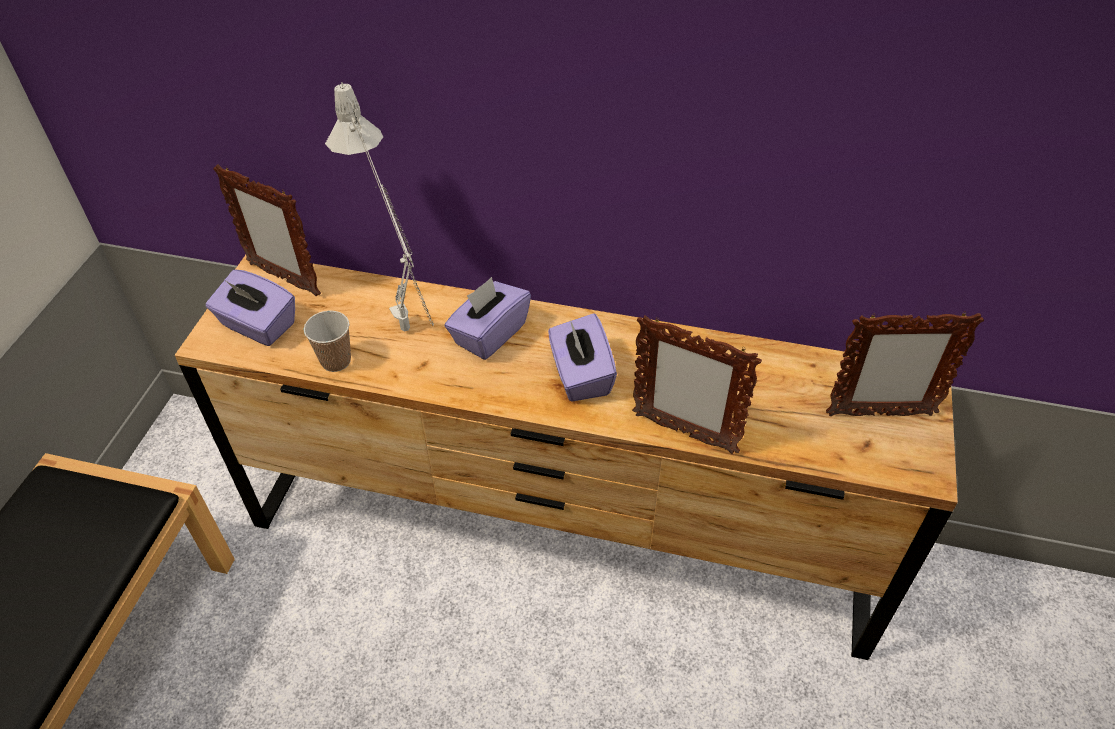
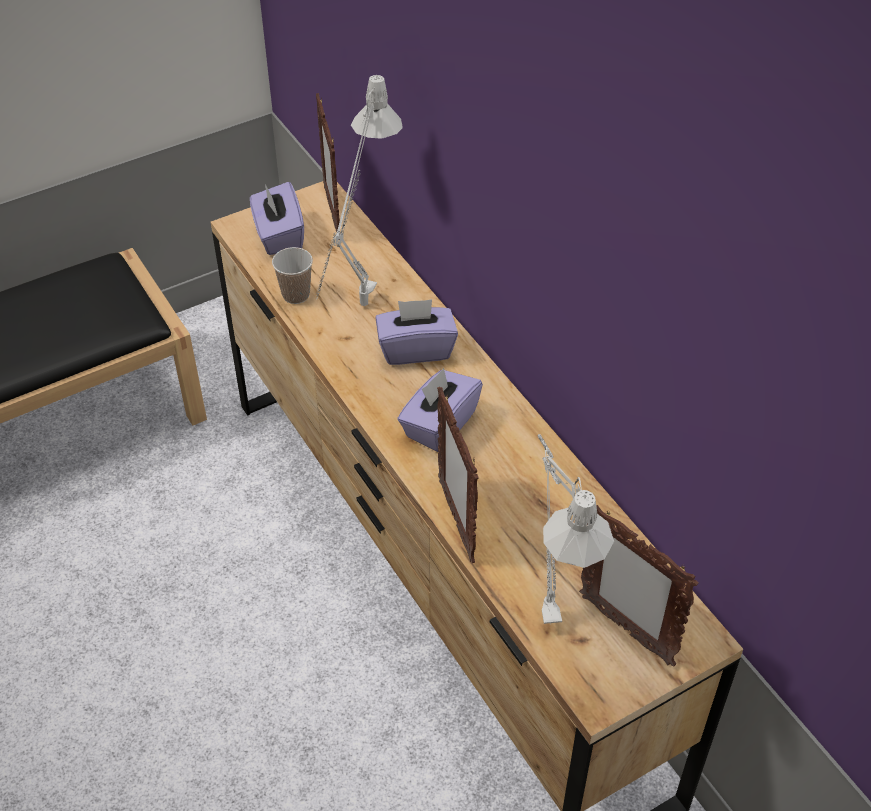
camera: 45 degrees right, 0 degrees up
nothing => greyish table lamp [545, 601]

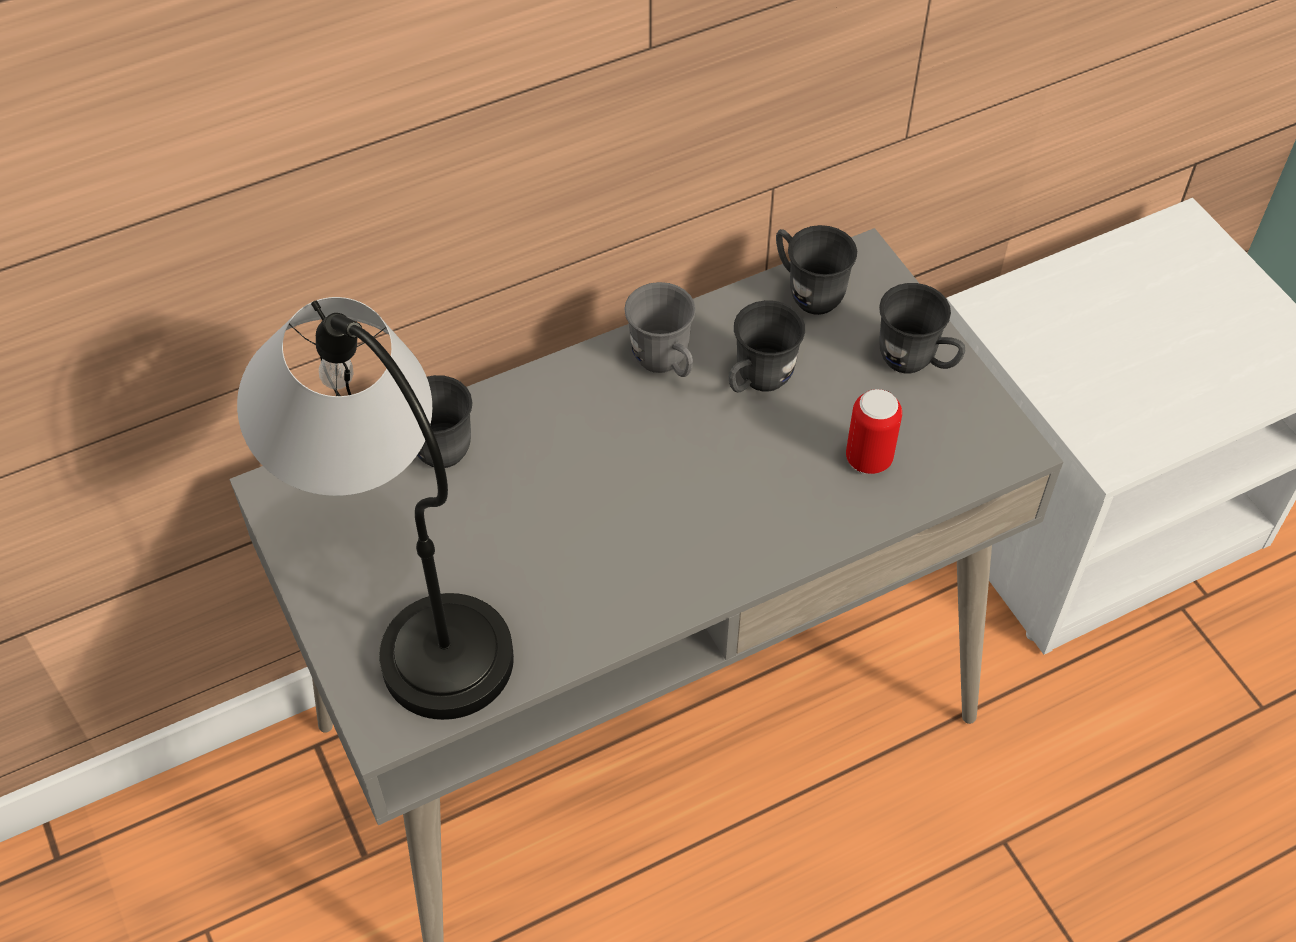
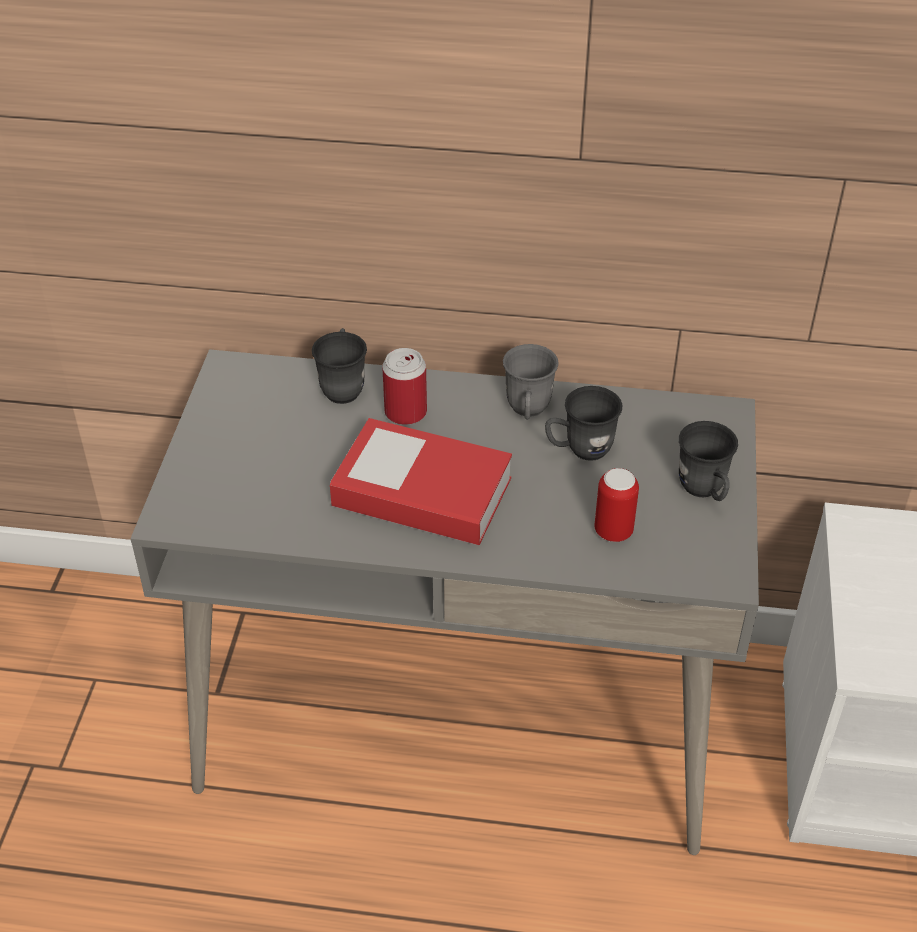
camera: 35 degrees right, 10 degrees down
table lamp [404, 594] => nothing
greyish coffee mug [807, 292] => nothing
nothing => volume [422, 493]
nothing => can [405, 412]

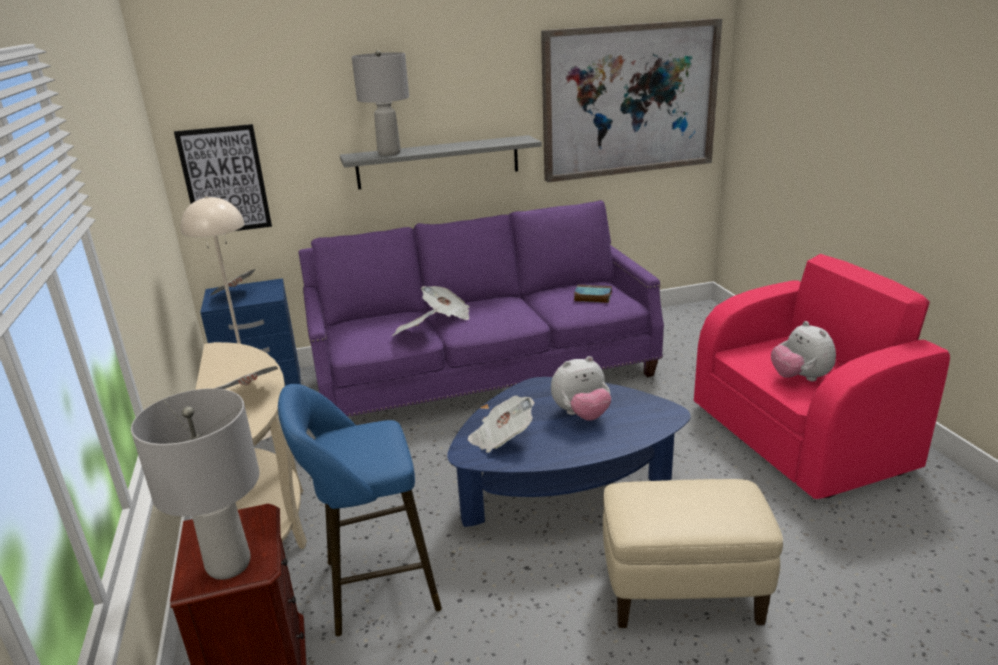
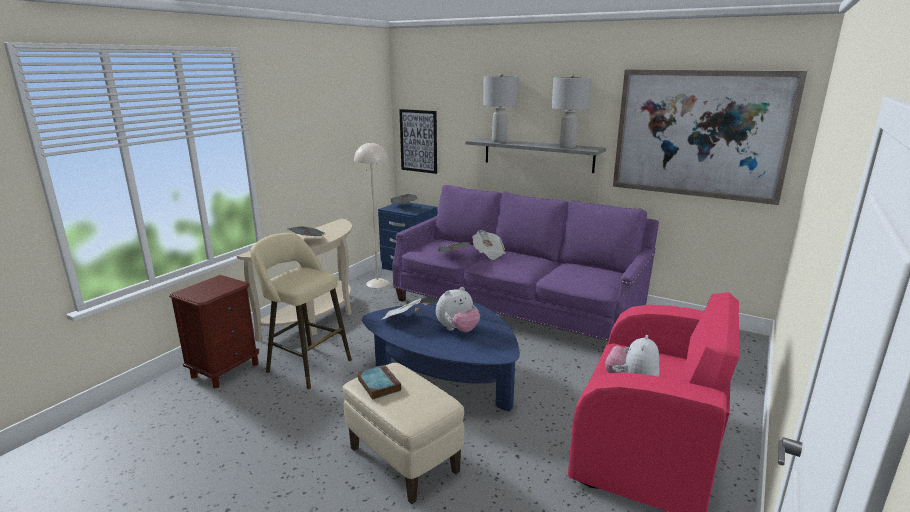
camera: 45 degrees right, 5 degrees down
greyish table lamp [229, 564] => greyish table lamp [567, 147], moved
volume [591, 297] => volume [378, 384], moved
blue sitting stool [373, 587] => beige sitting stool [305, 364]
cuddly toy [581, 415] => cuddly toy [458, 330], 60 degrees counterclockwise

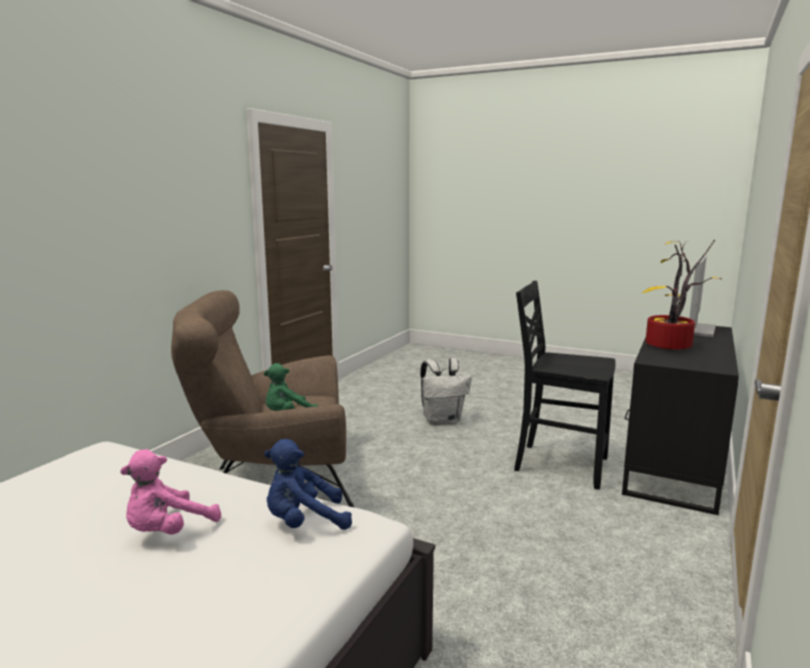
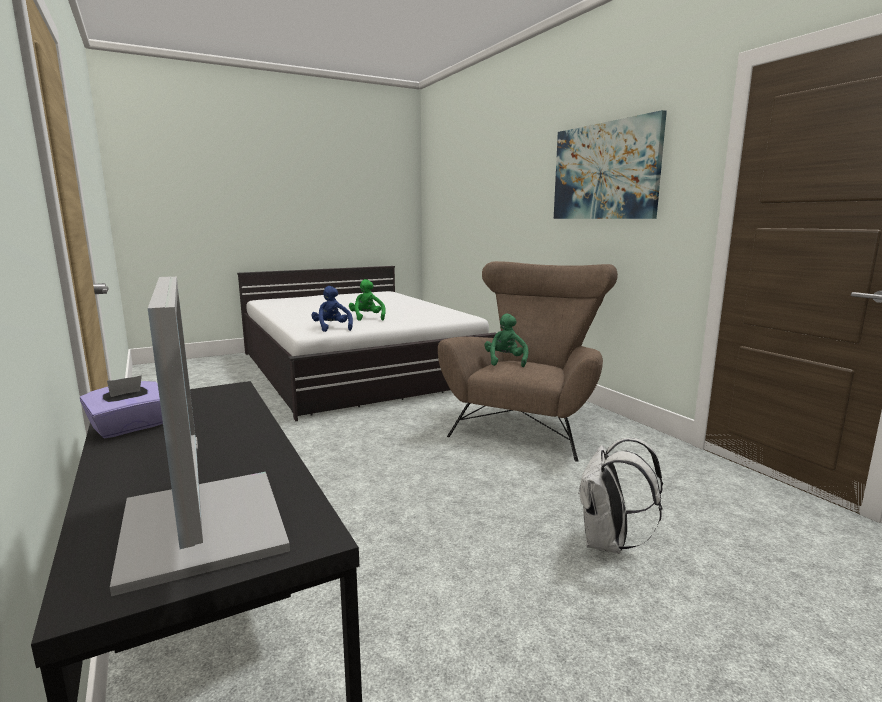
camera: 125 degrees right, 0 degrees up
black upright chair [559, 464] => nothing
plant in a pot [670, 347] => nothing
nothing => purplish box of tissues [130, 427]
nothing => wall picture [605, 171]
pink-coloured cuddly toy [168, 531] => greenish cuddly toy [367, 318]
blue cuddly toy [304, 523] => blue cuddly toy [332, 328], 45 degrees counterclockwise

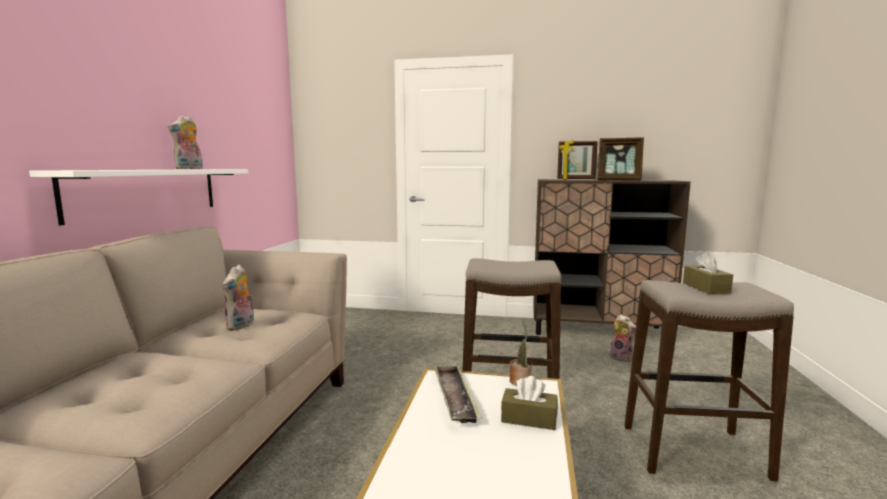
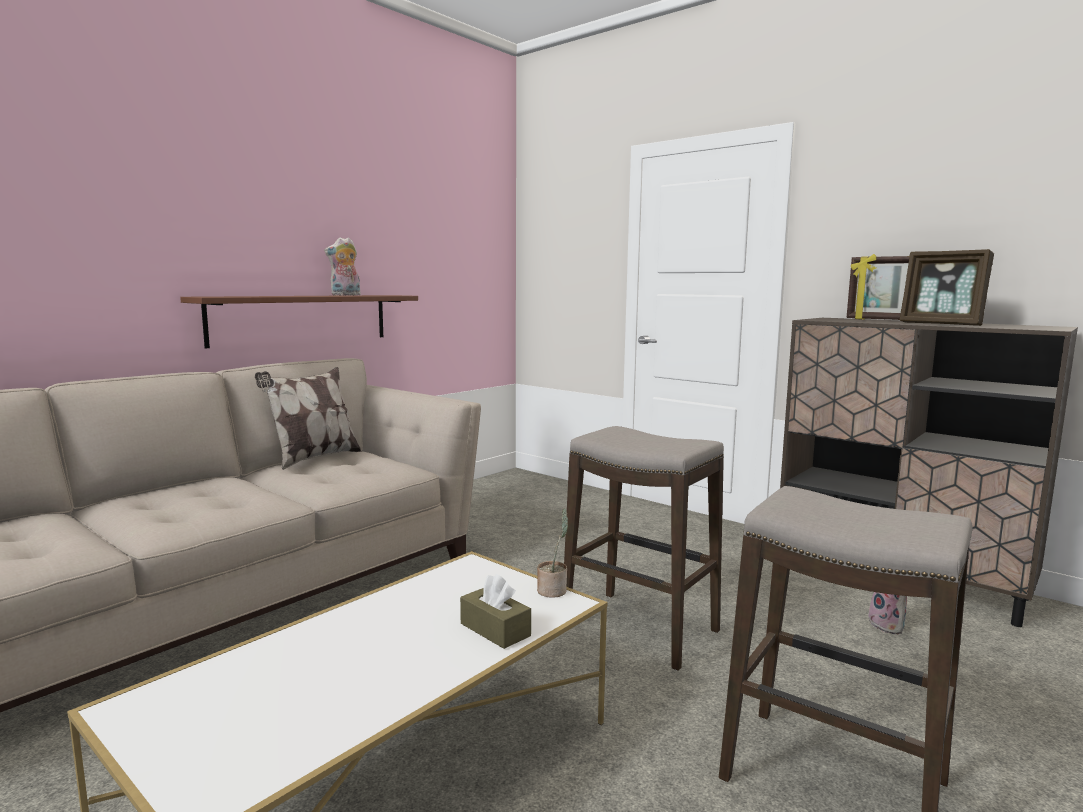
camera: 30 degrees right, 0 degrees up
cuddly toy [241, 326] => nothing
serving tray [454, 397] => nothing
brown-coloured box of tissues [705, 288] => nothing
nothing => throw pillow [313, 458]
white shelf [147, 192] => brown-coloured shelf [301, 319]

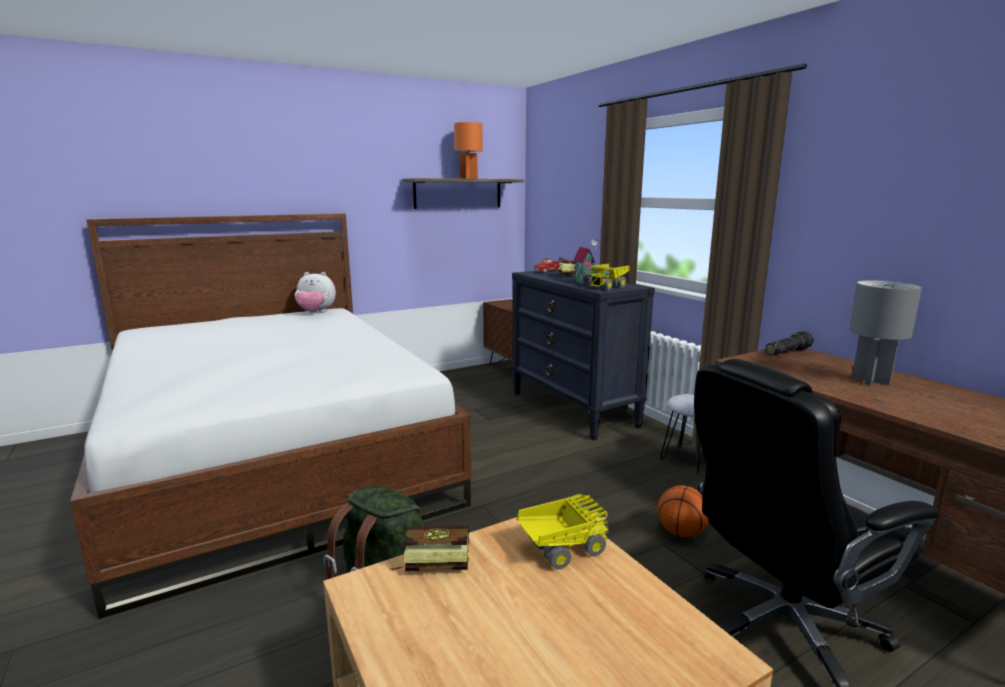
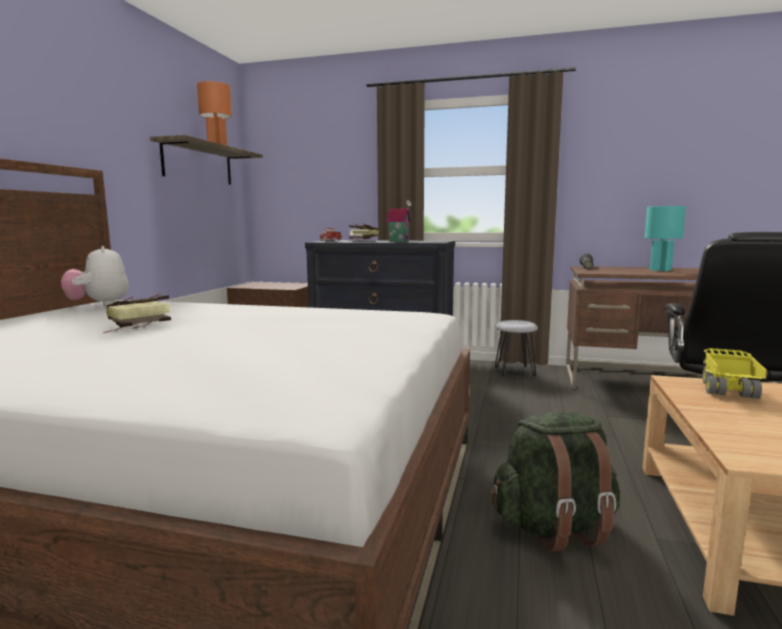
camera: 45 degrees left, 5 degrees down
model truck [607, 287] => nothing
basketball [681, 532] => nothing
volume [430, 562] => volume [134, 327], moved
greyish table lamp [870, 380] => blue-green table lamp [659, 270]
cuddly toy [316, 313] => cuddly toy [99, 305], 105 degrees clockwise

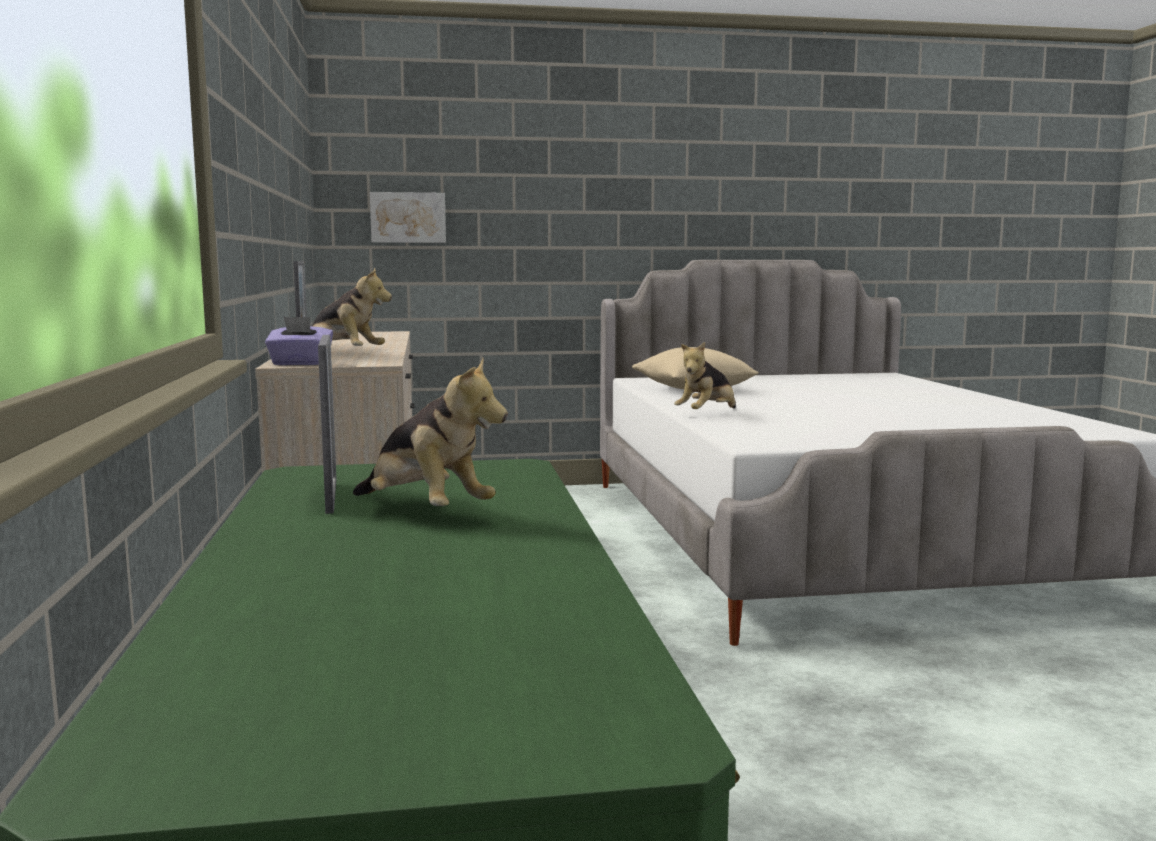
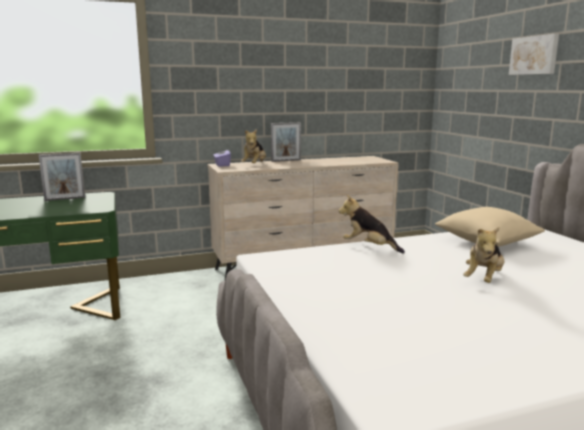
camera: 80 degrees right, 5 degrees up
cuddly toy [425, 511] => cuddly toy [483, 279], moved
wall picture [408, 217] => wall picture [534, 55], moved

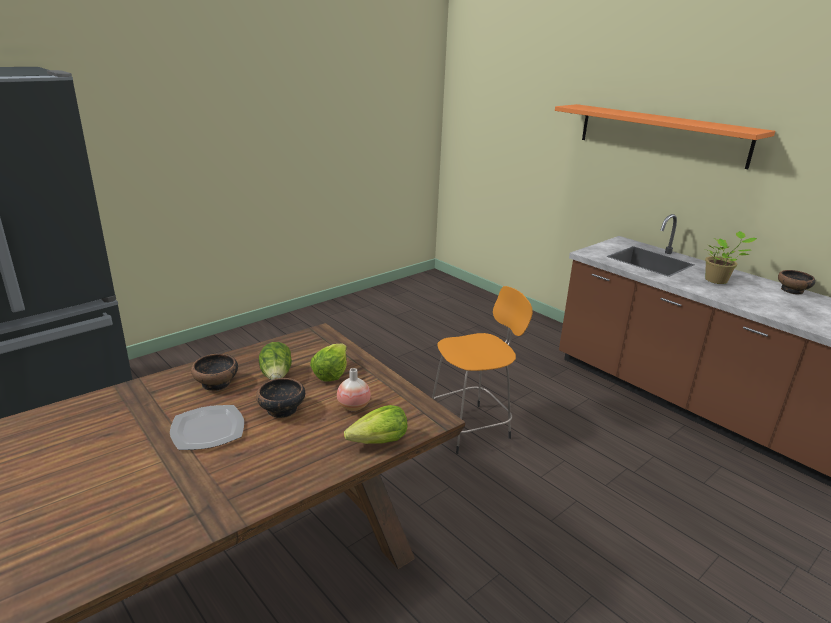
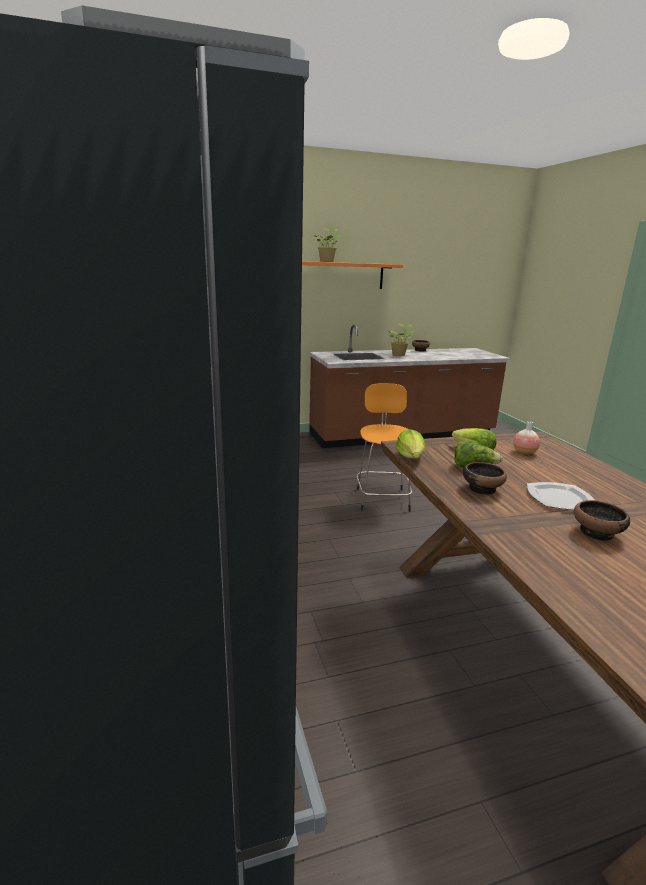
camera: 65 degrees left, 5 degrees down
nothing => plant in a pot [327, 261]
deep dish [281, 410] => deep dish [597, 533], moved
head of lettuce [379, 442] => head of lettuce [411, 457], moved

